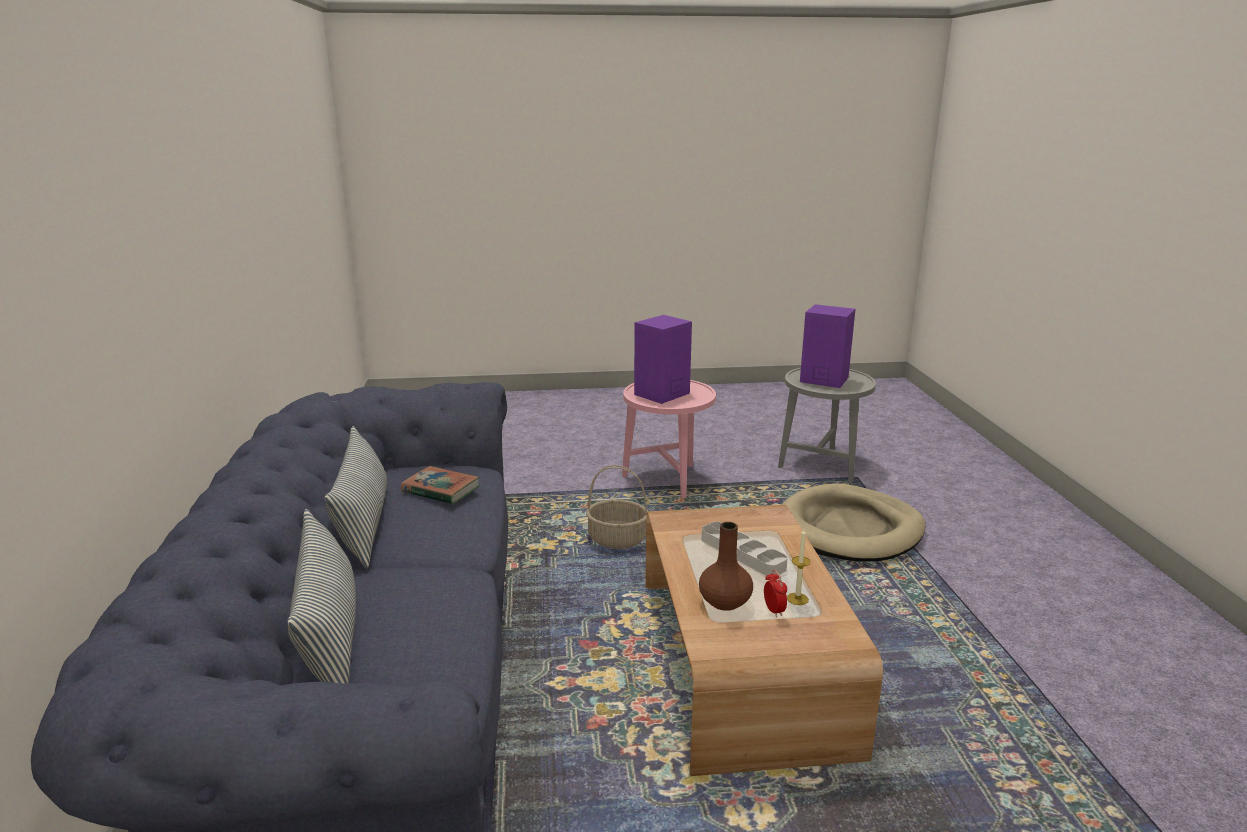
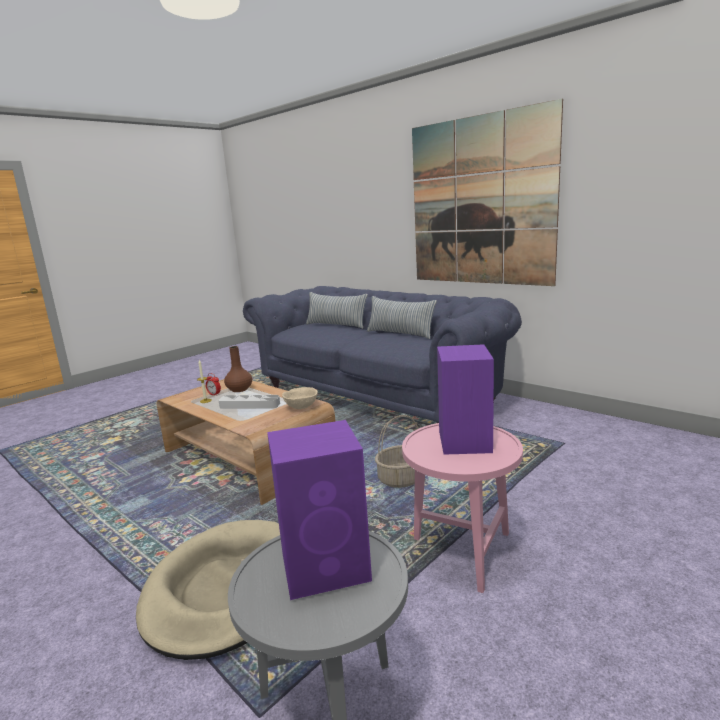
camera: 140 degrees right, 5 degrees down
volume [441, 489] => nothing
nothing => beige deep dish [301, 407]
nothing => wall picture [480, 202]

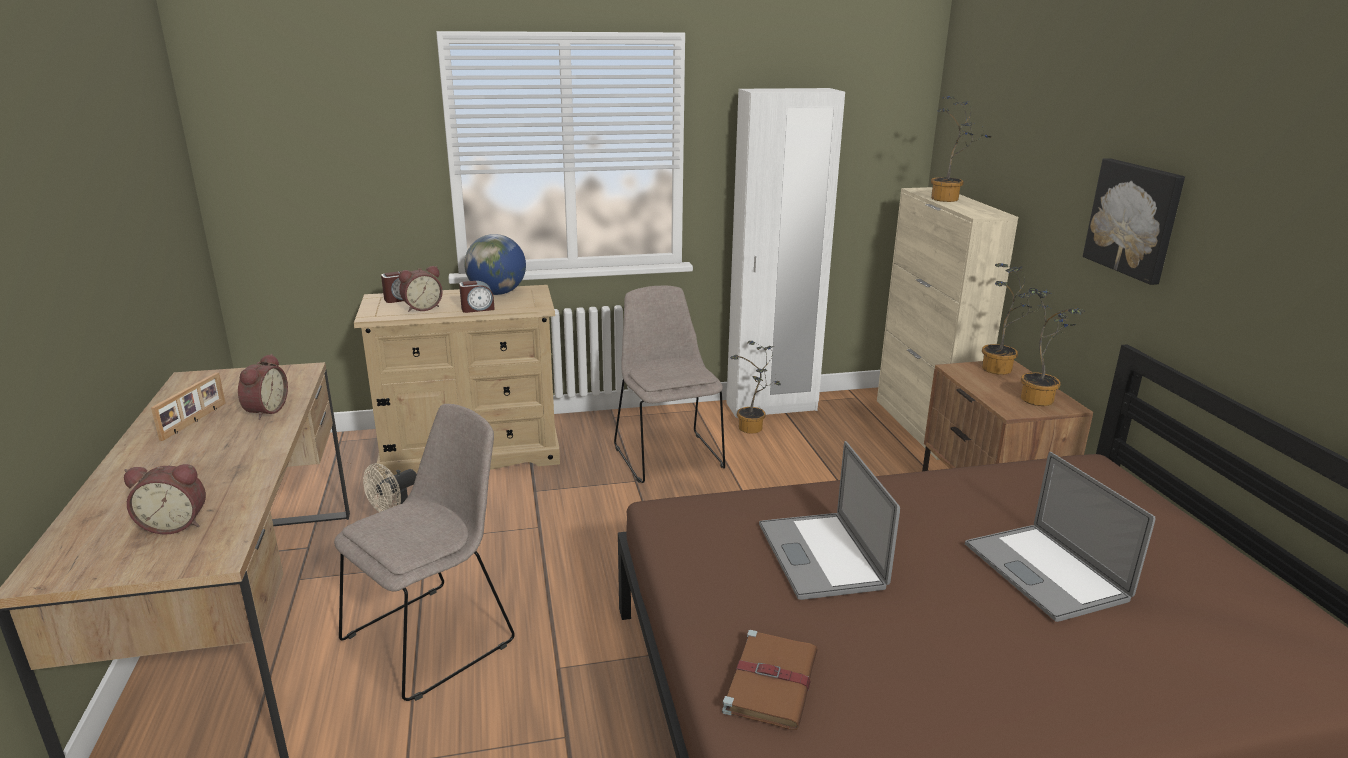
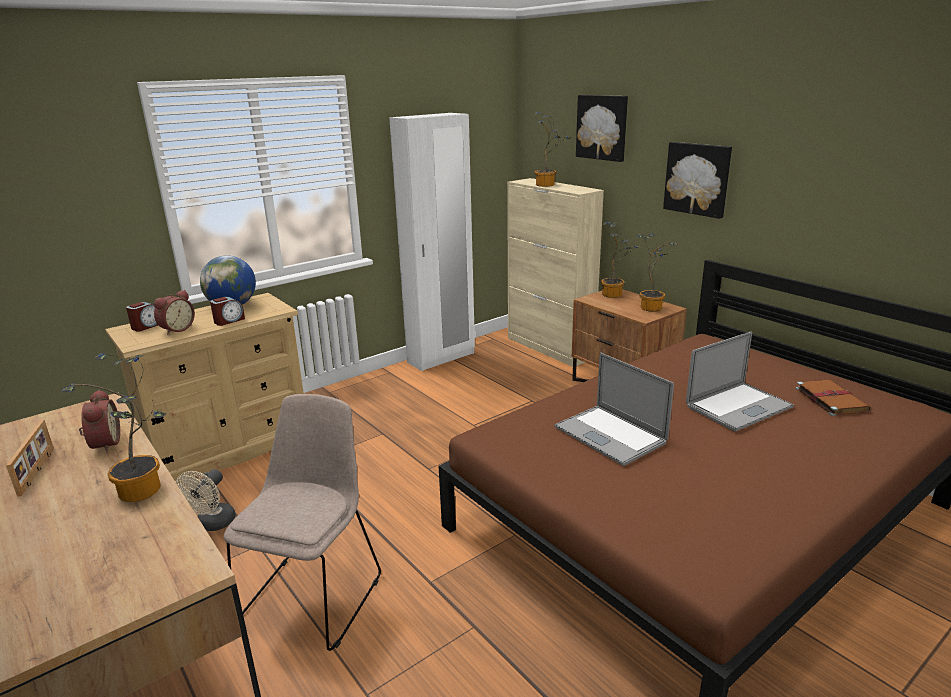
camera: 25 degrees left, 0 degrees up
table clock [175, 524] => nothing
beige upright chair [667, 455] => nothing
nothing => wall picture [602, 127]
brown-coloured volume [771, 681] => brown-coloured volume [830, 399], moved
plant in a pot [753, 429] => plant in a pot [144, 492], moved
notebook computer [1045, 571] => notebook computer [738, 406], 75 degrees counterclockwise

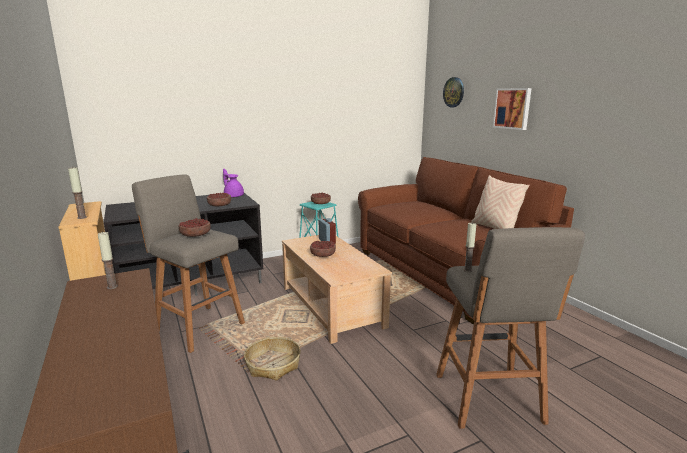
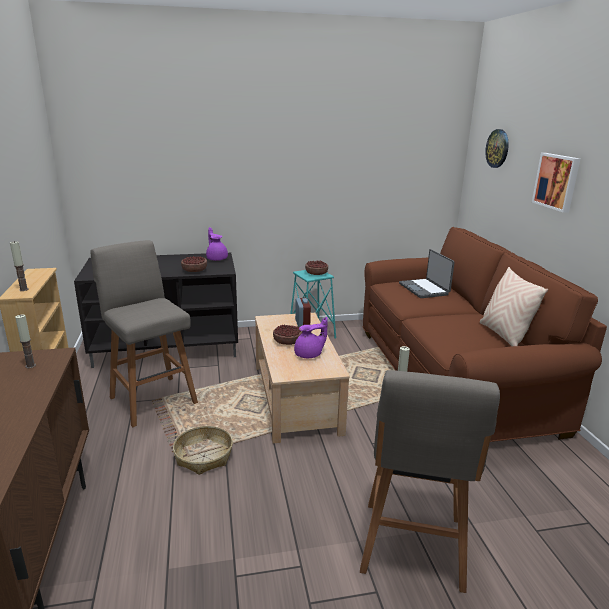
camera: 15 degrees right, 5 degrees up
deep dish [196, 235] => nothing
nothing => purplish pot for tea [309, 354]
nothing => notebook computer [424, 289]

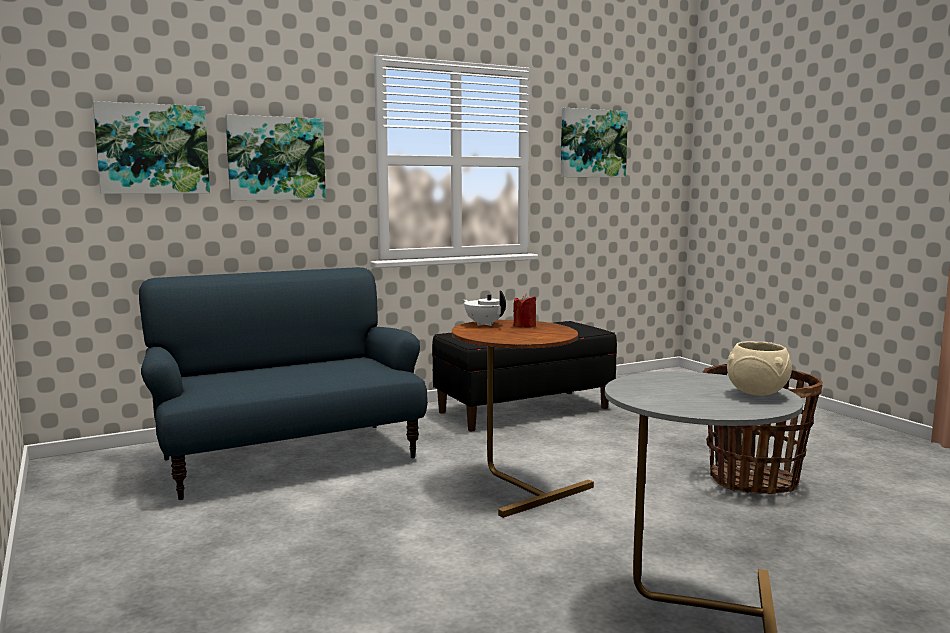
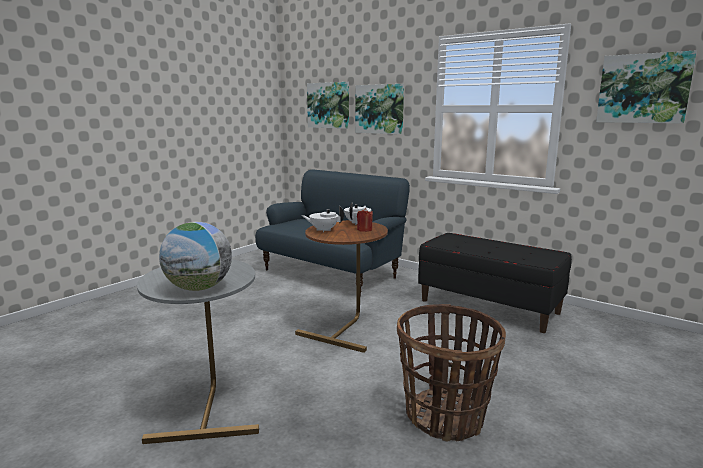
camera: 65 degrees right, 5 degrees up
nothing => white pot for tea [323, 230]
beige deep dish [757, 394] => desk globe [199, 288]

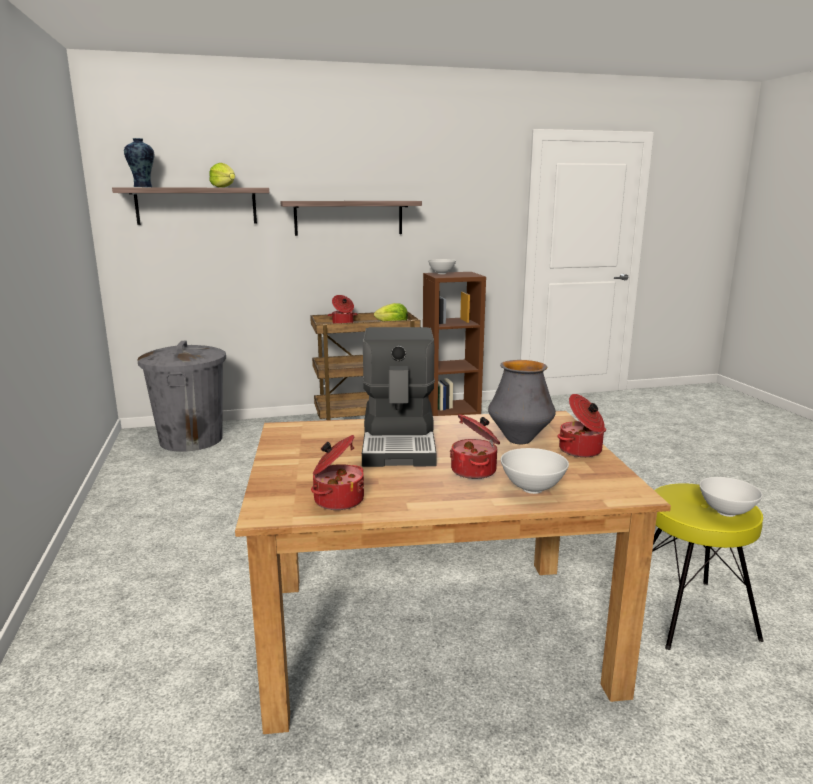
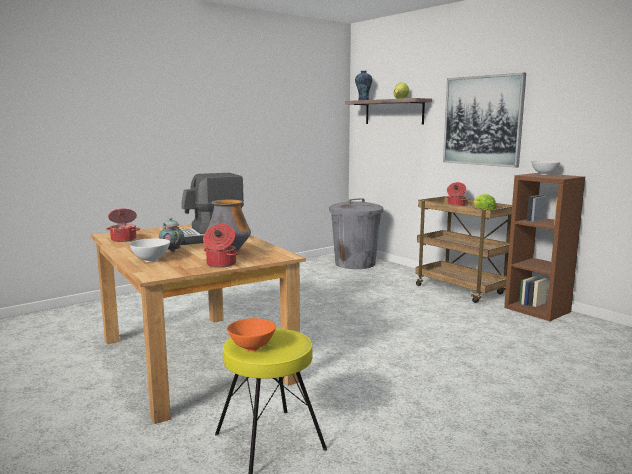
camera: 65 degrees right, 5 degrees down
shelf [349, 217] => wall picture [482, 120]
stockpot [475, 470] => pot for tea [172, 251]
white deep dish [726, 513] => orange-coloured deep dish [251, 348]

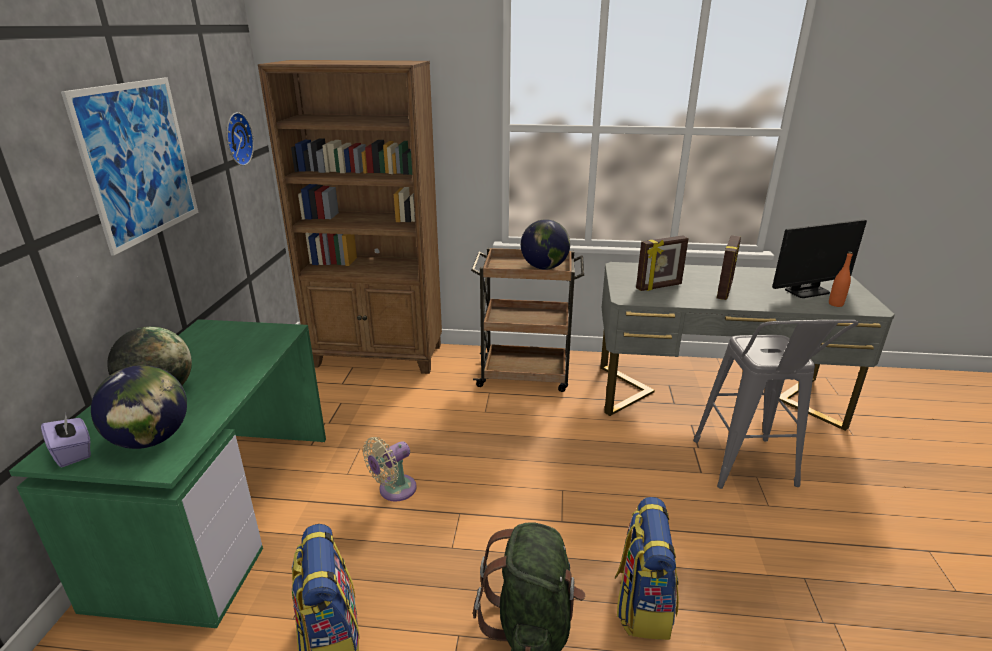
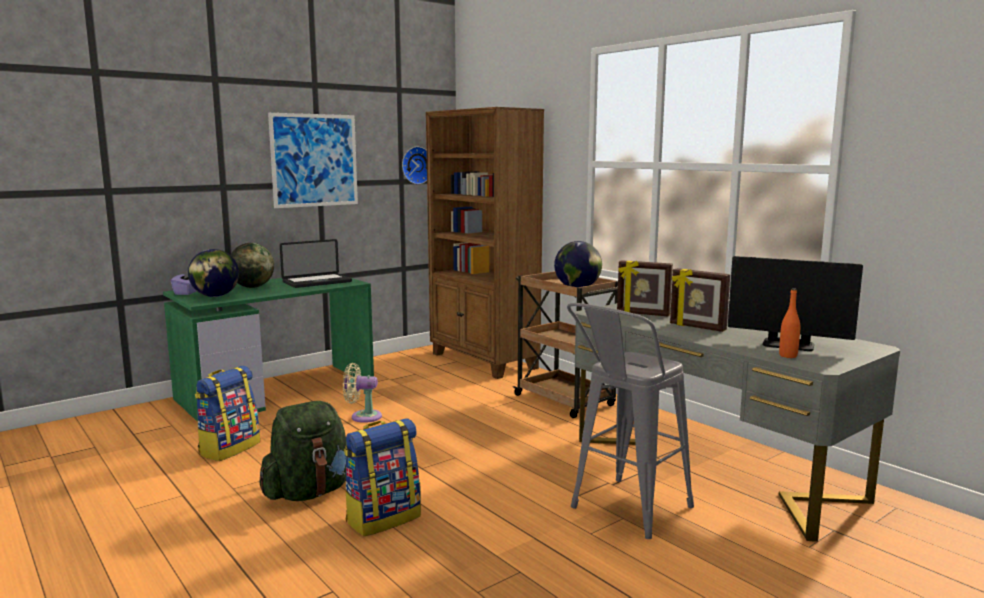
camera: 45 degrees right, 15 degrees down
nothing => notebook computer [317, 282]
photo frame [725, 291] => photo frame [697, 327], 60 degrees clockwise

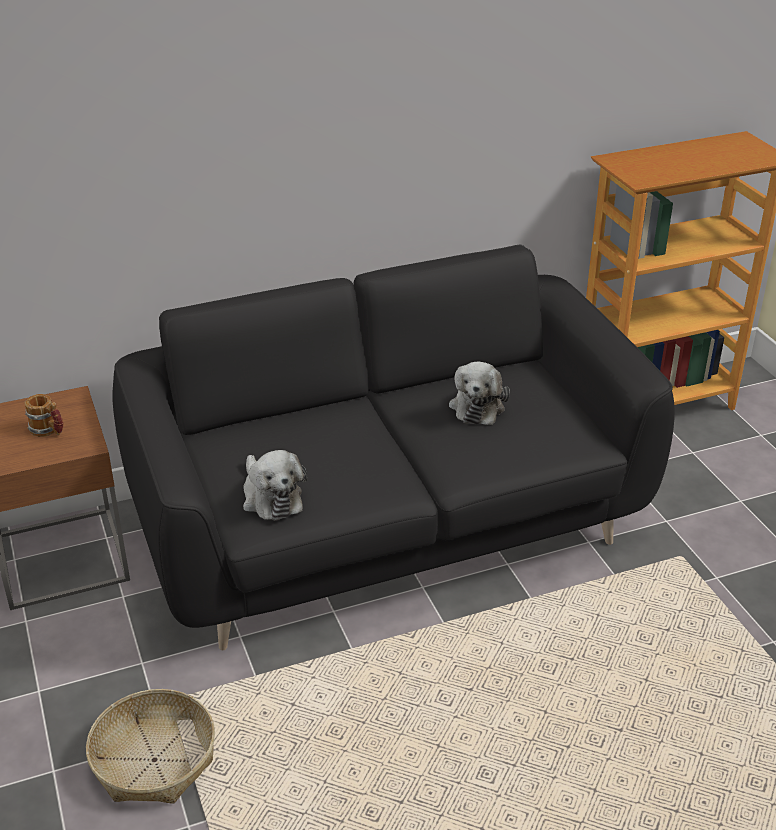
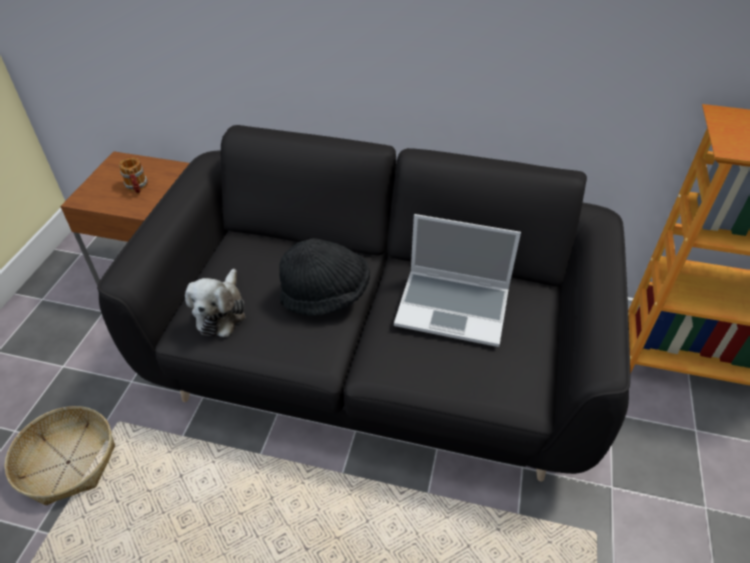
camera: 35 degrees right, 10 degrees up
nothing => black hat [326, 295]
cuddly toy [477, 405] => notebook computer [454, 308]

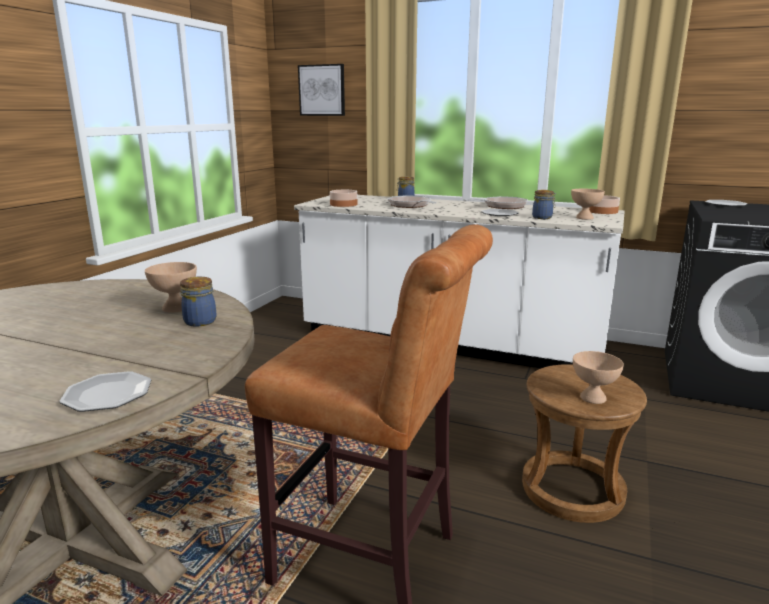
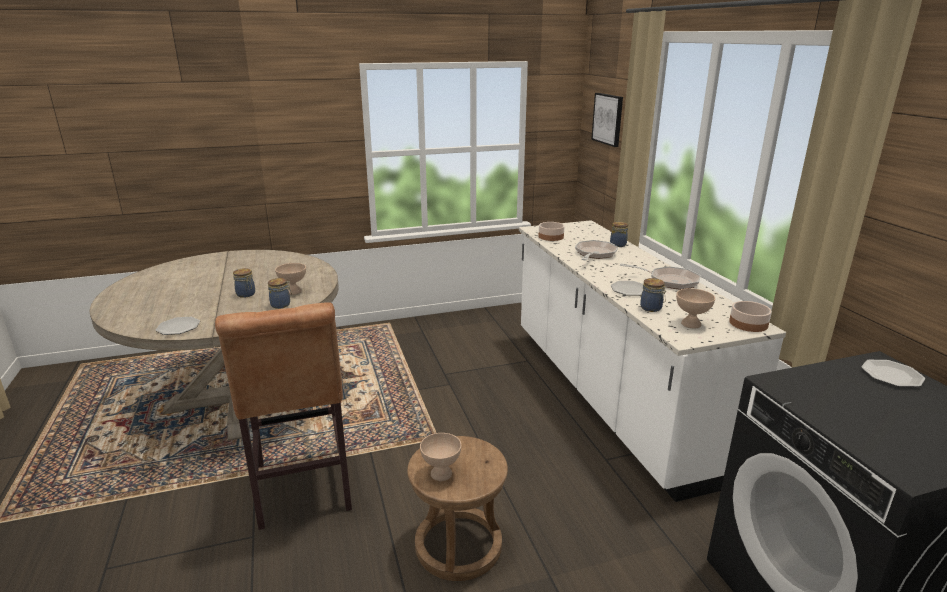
camera: 50 degrees right, 5 degrees up
nothing => preserve jar [246, 294]

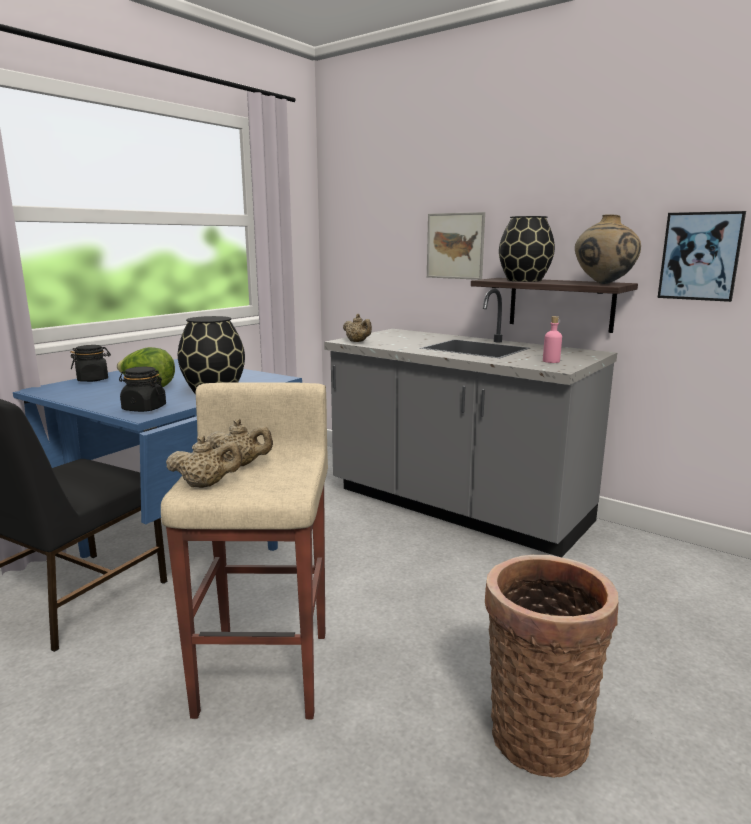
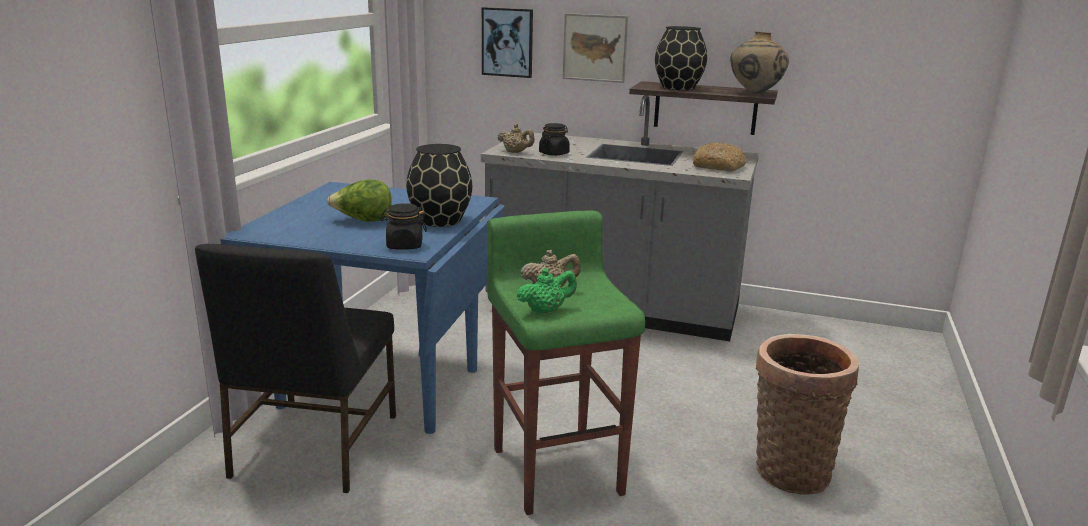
camera: 20 degrees left, 5 degrees up
black preserve jar [93, 379] => black preserve jar [554, 153], moved
wall picture [700, 256] => wall picture [507, 42], moved
pink-coloured bottle [551, 361] => bread [719, 166]
beige sitting stool [266, 670] => greenish sitting stool [558, 469]
beige pot for tea [206, 485] => greenish pot for tea [546, 310]

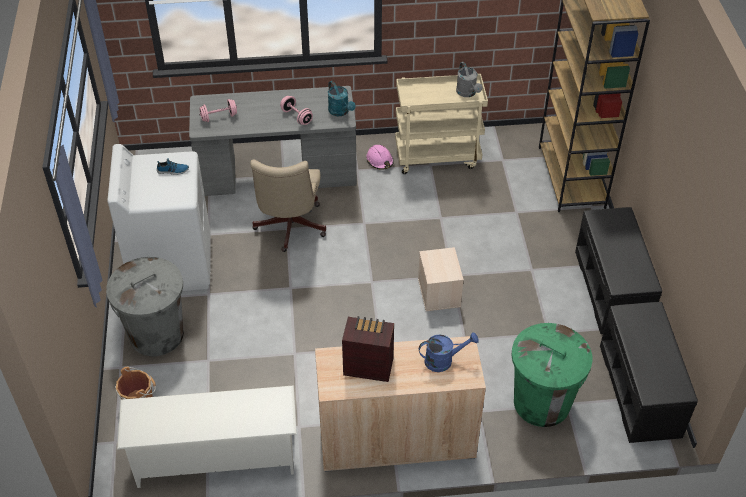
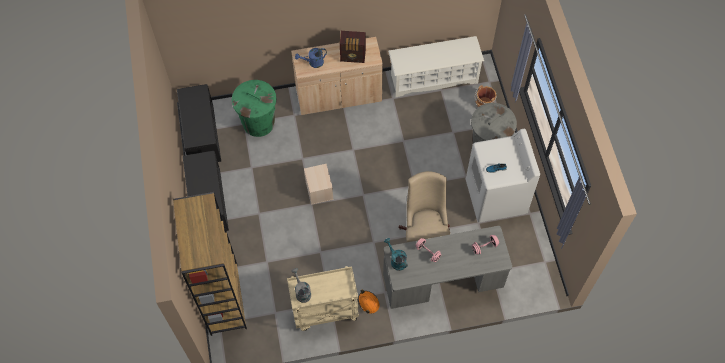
camera: 175 degrees right, 15 degrees up
pink-coloured safety helmet [380, 161] => orange-coloured safety helmet [368, 303]

